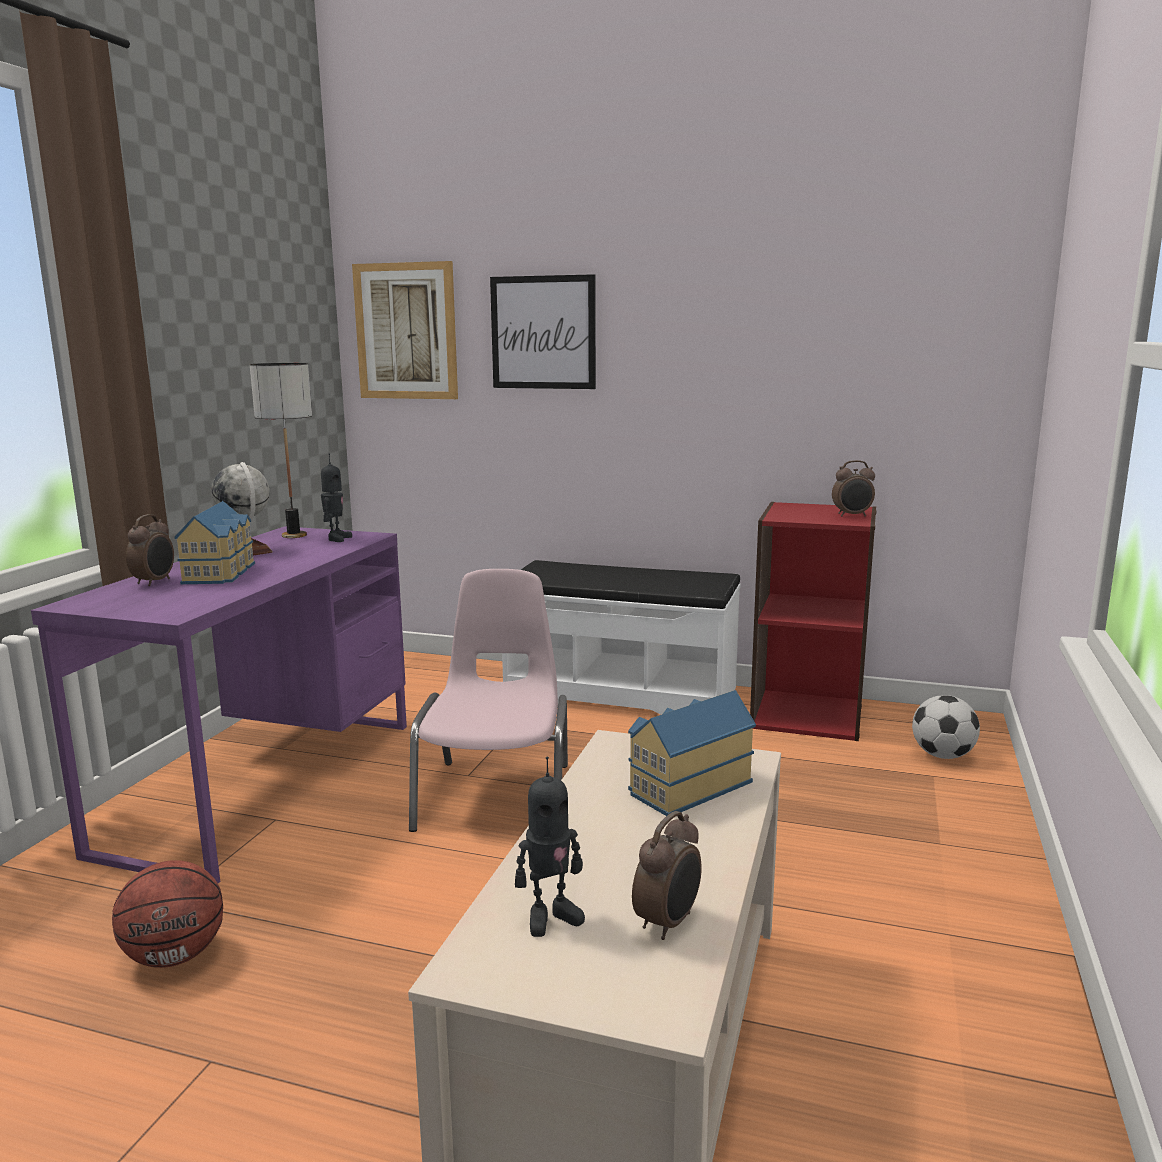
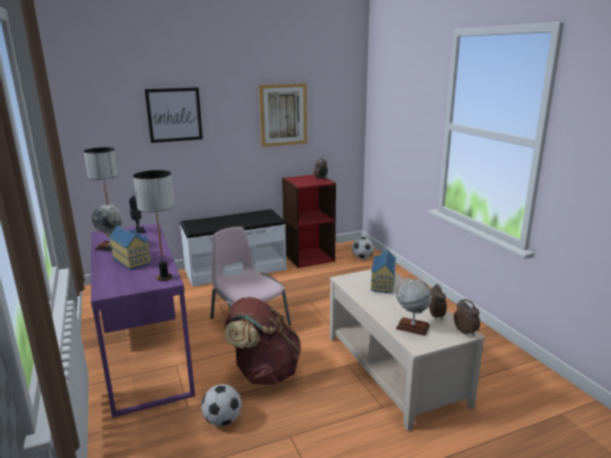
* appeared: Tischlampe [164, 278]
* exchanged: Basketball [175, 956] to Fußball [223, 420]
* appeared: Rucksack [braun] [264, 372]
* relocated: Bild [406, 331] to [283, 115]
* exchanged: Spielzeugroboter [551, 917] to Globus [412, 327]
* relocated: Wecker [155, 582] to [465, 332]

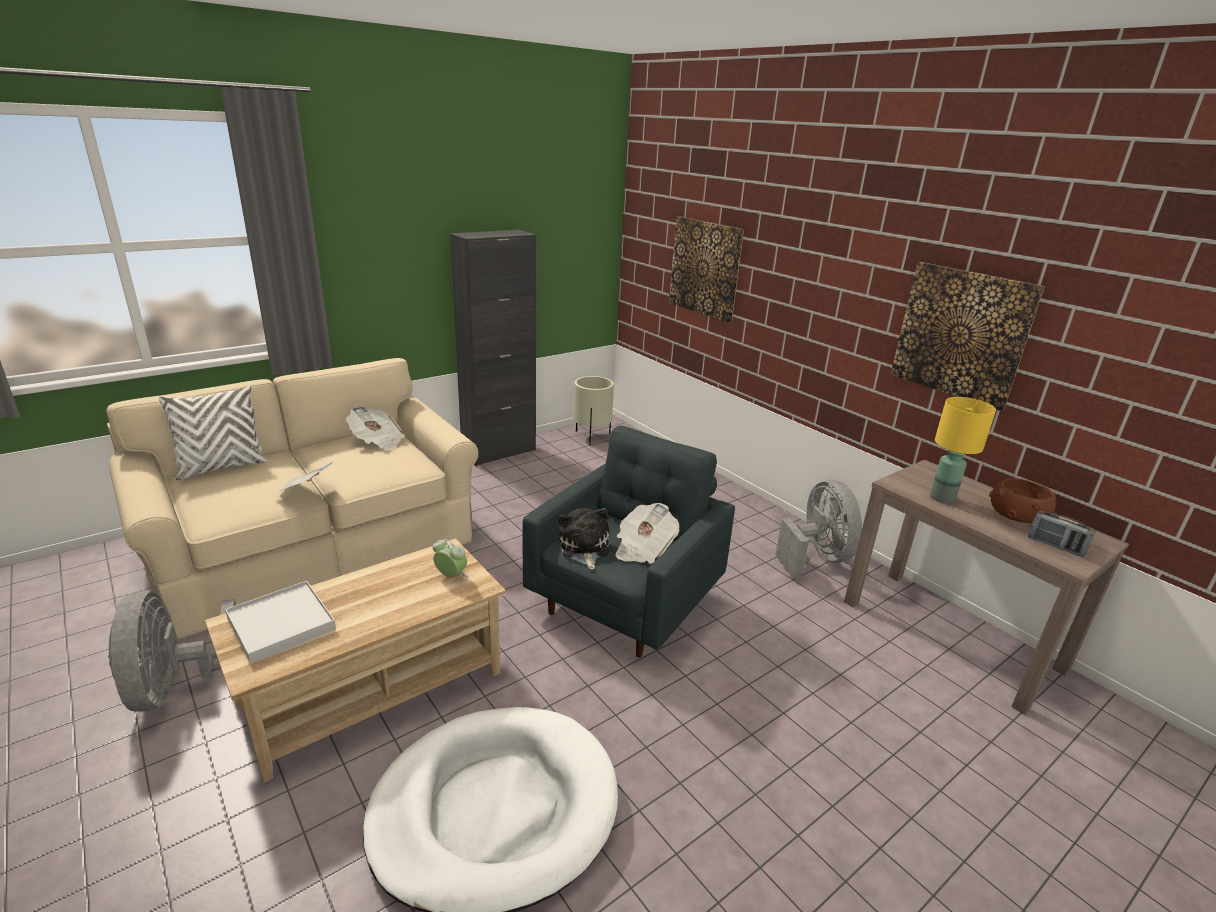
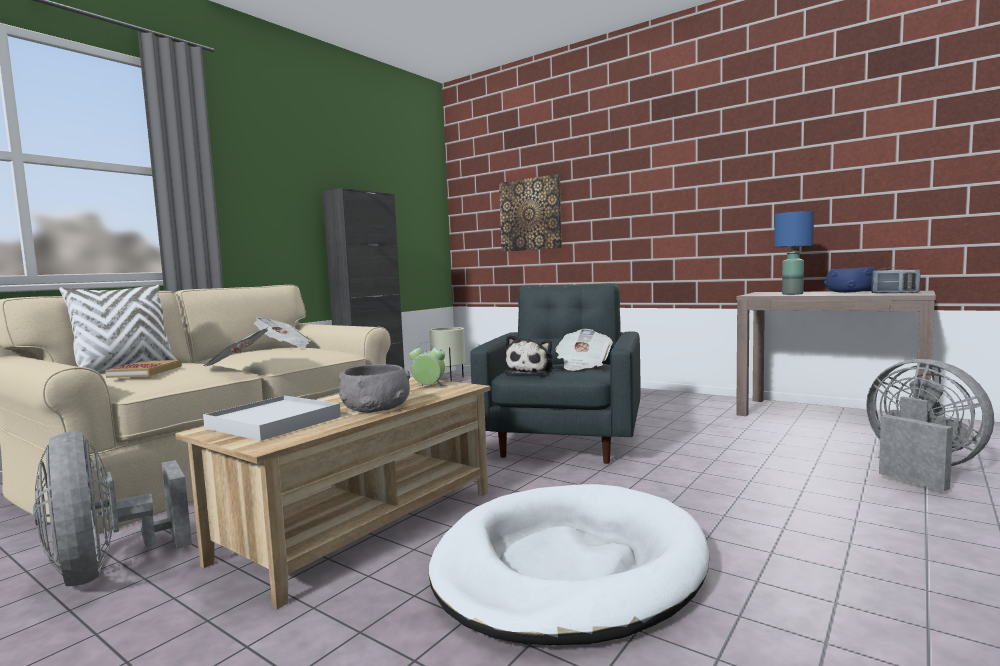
* appeared: Buch [145, 372]
* appeared: Schüssel [grau] [376, 407]
* spun: Plüschtier [584, 548] = [531, 371] 135 degrees counterclockwise
* colour: Tischlampe [gelb] [941, 498] to Tischlampe [blau] [792, 294]
* colour: Schüssel [braun] [1017, 515] to Schüssel [blau] [850, 292]
* relocated: Ventilator [grau] [816, 558] to [920, 468]
* missing: Bild [962, 334]

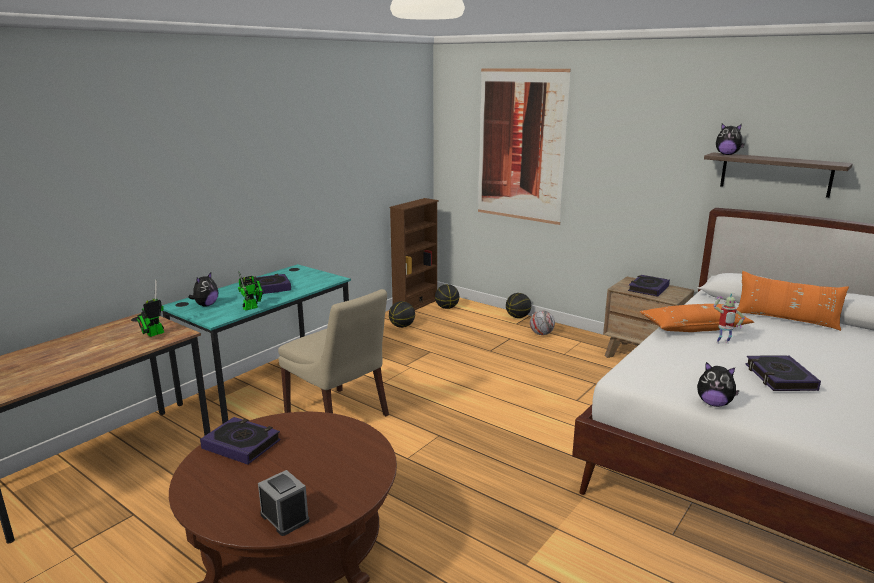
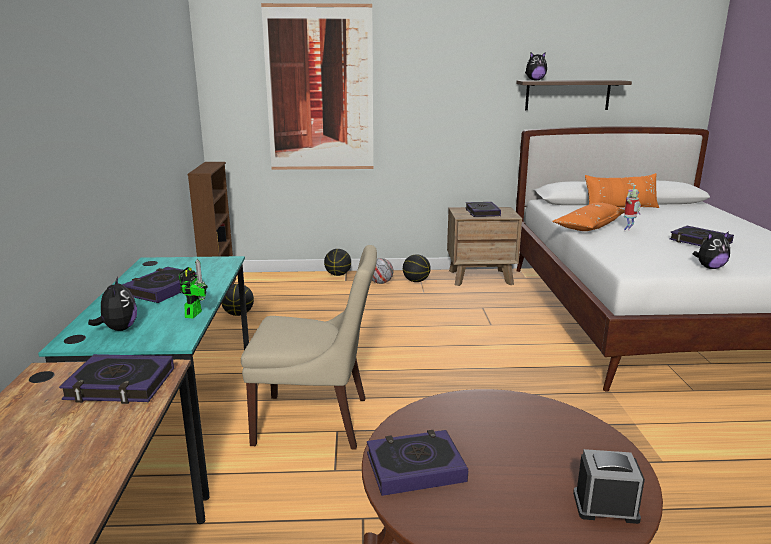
* exchanged: Spielzeugroboter [153, 334] to Buch [120, 385]
* relocated: Basketball [446, 308] to [416, 281]

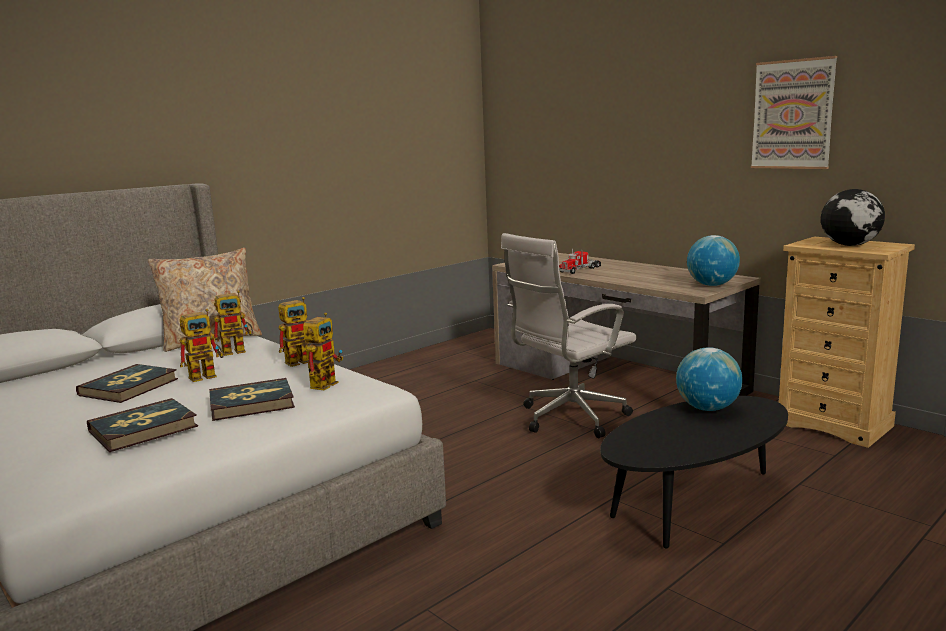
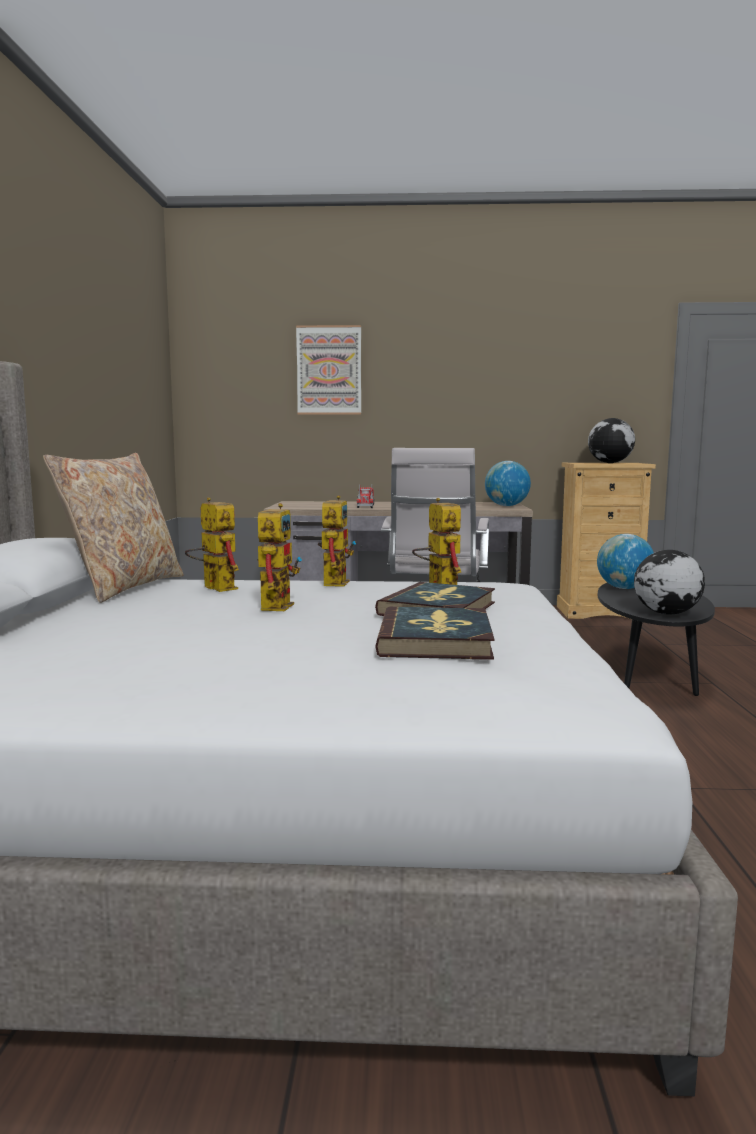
* spun: Spielzeugroboter [239, 350] = [213, 587] 60 degrees counterclockwise
* relocated: Bild [792, 114] to [329, 370]
* appeared: Globus [665, 613]
* missing: Buch [129, 387]

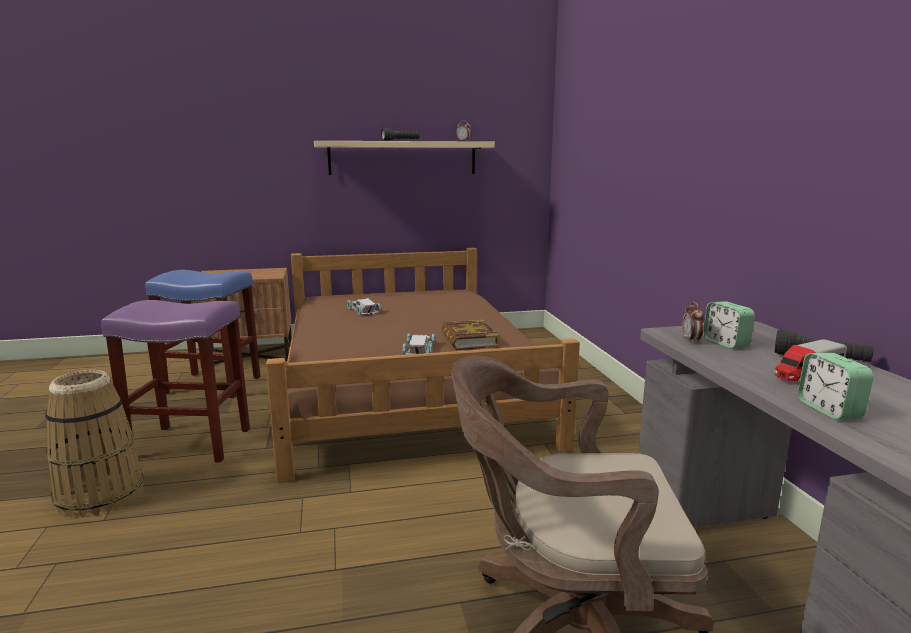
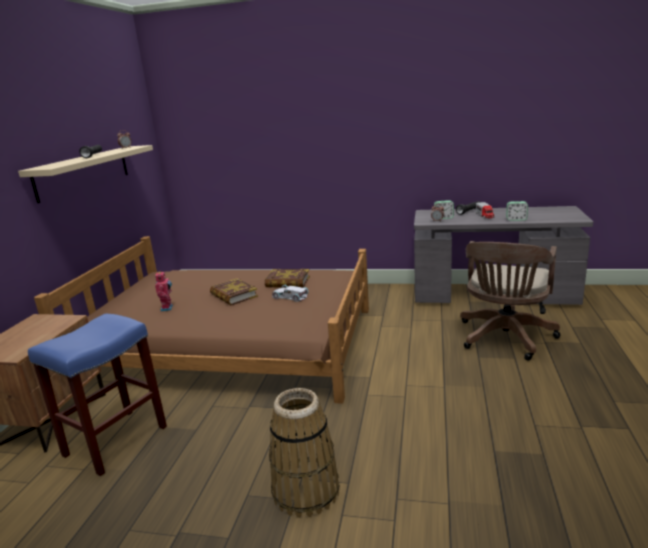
* exchanged: Spielzeugauto [weiß] [364, 310] to Spielzeugroboter [167, 308]
* appeared: Buch [233, 295]
* missing: Hocker [lila] [192, 443]

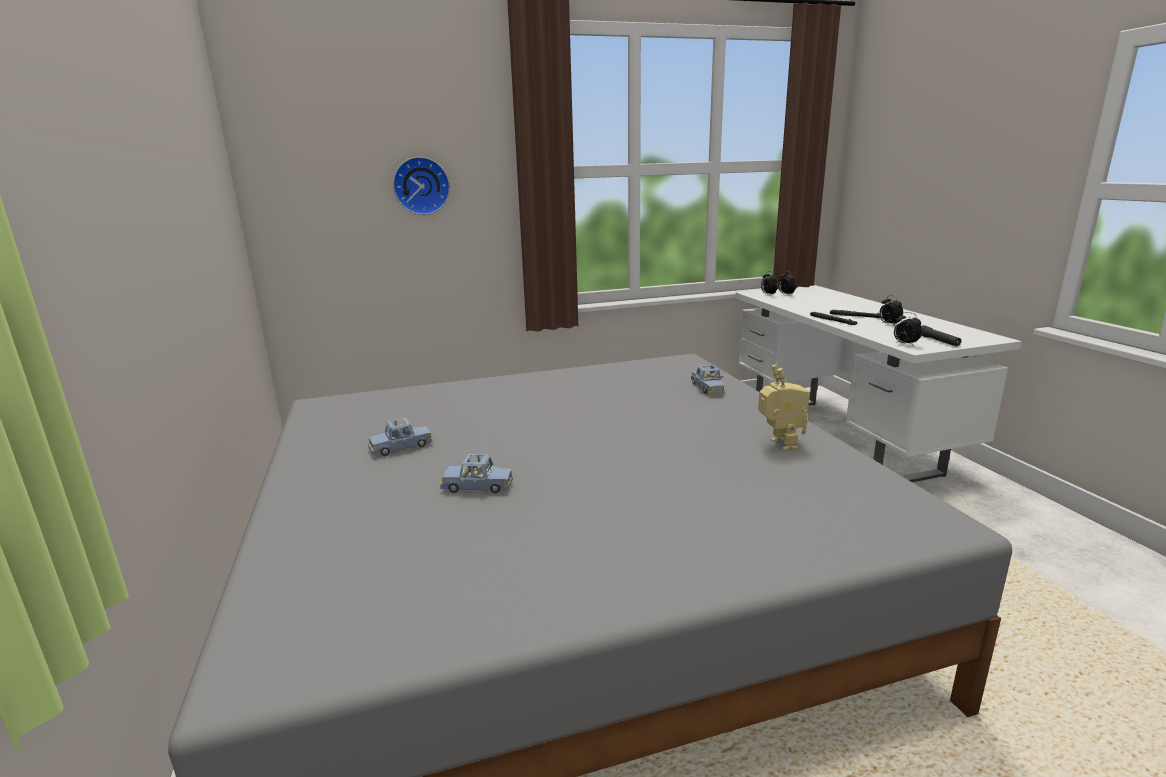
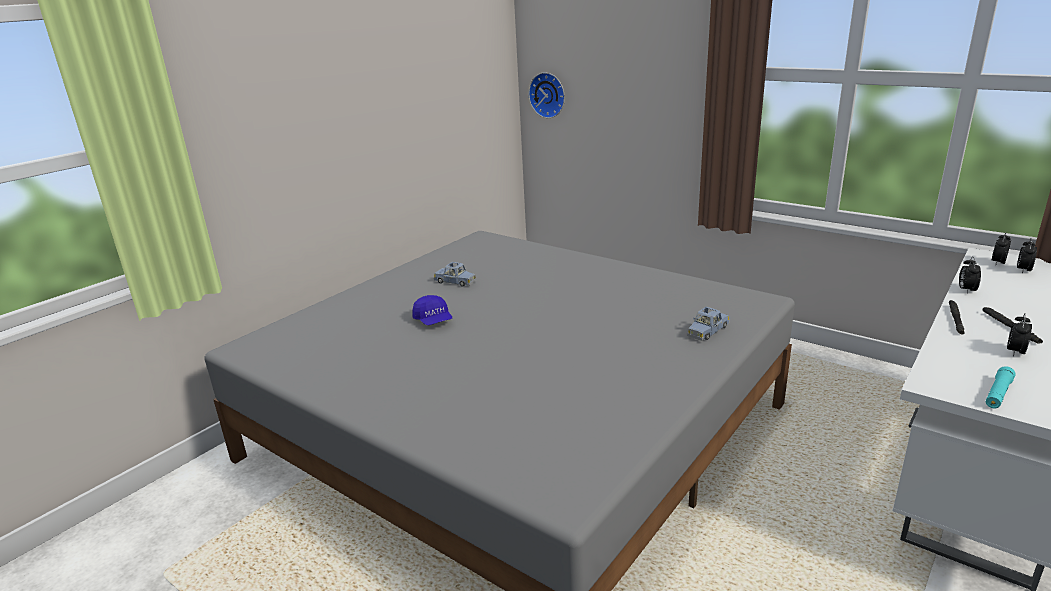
* exchanged: Spielzeugauto [blau] [477, 486] to Kappe [blau] [433, 321]
* relocated: Wanduhr [421, 186] to [548, 95]
* relocated: Wecker [904, 344] to [966, 290]
* colour: Taschenlampe [schwarz] [938, 341] to Taschenlampe [türkis] [998, 394]
* missing: Spielzeugroboter [779, 445]

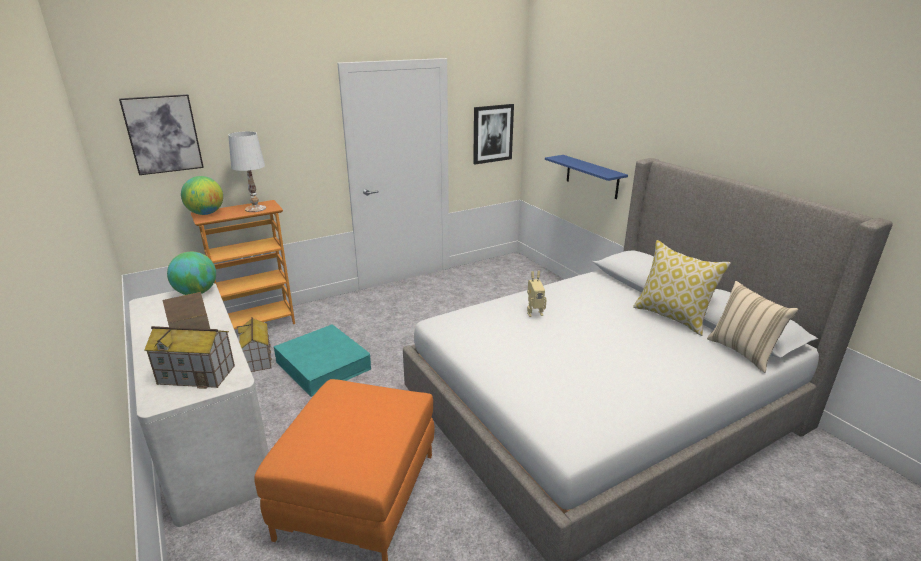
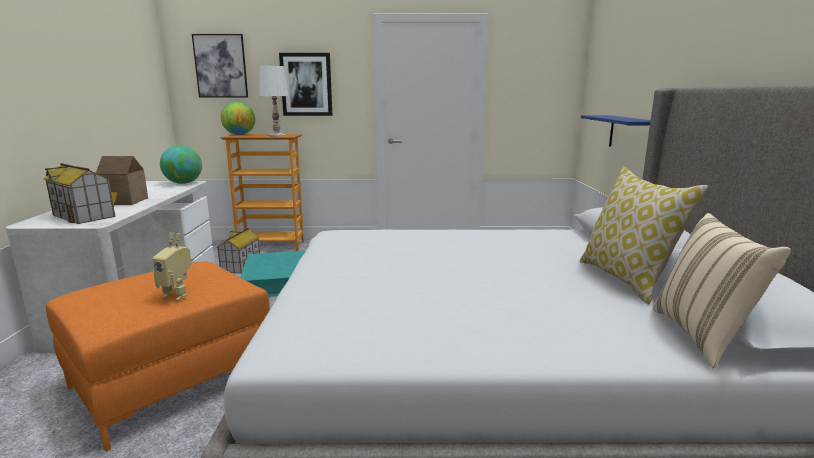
* relocated: Spielzeugroboter [534, 312] to [177, 295]
* relocated: Bild [492, 133] to [306, 84]

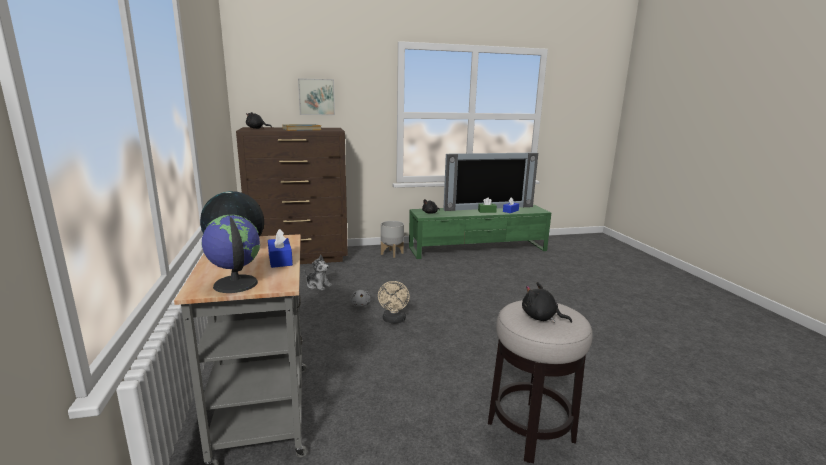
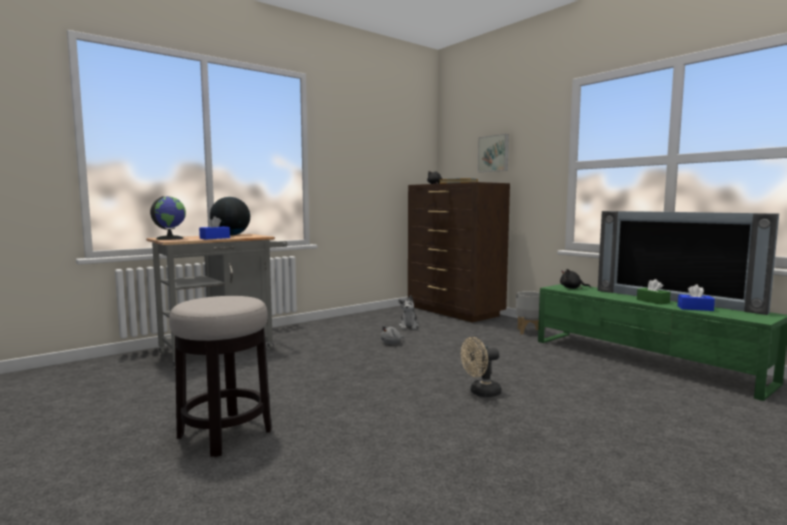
* relocated: Ventilator [beige] [394, 320] to [481, 393]
* missing: Plüschtier [schwarz] [541, 318]

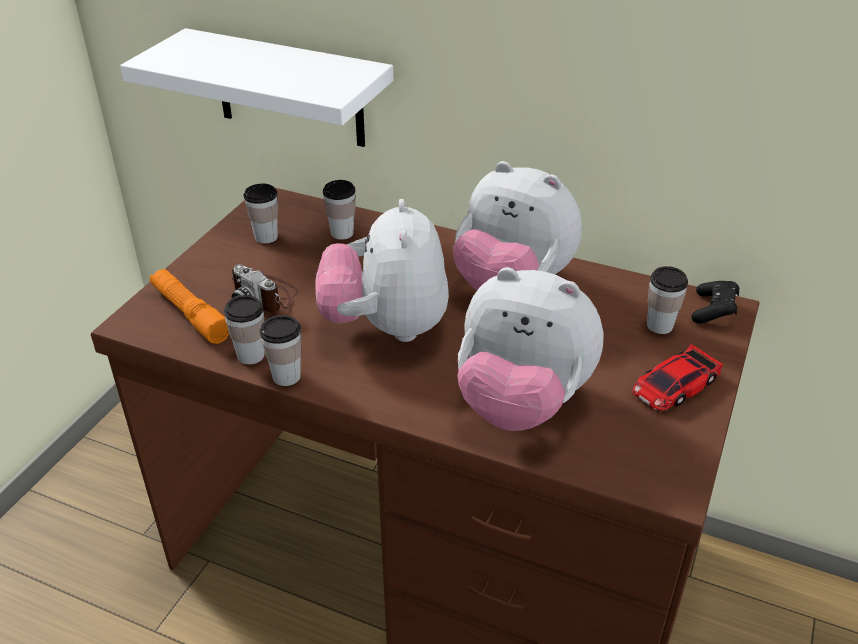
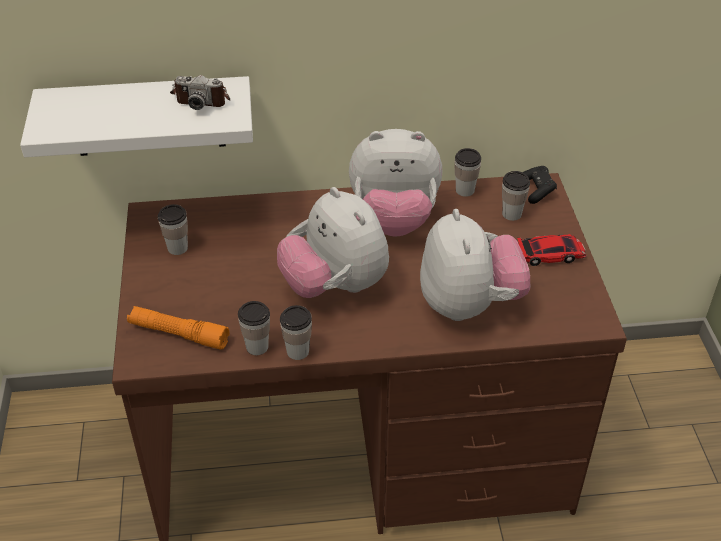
* relocated: Kamera [265, 296] to [202, 98]
* spun: Plüschtier [521, 403] = [469, 305] 90 degrees counterclockwise
* relocated: Tasse [342, 233] to [465, 190]
* spun: Spielzeugauto [675, 386] = [550, 253] 120 degrees counterclockwise

